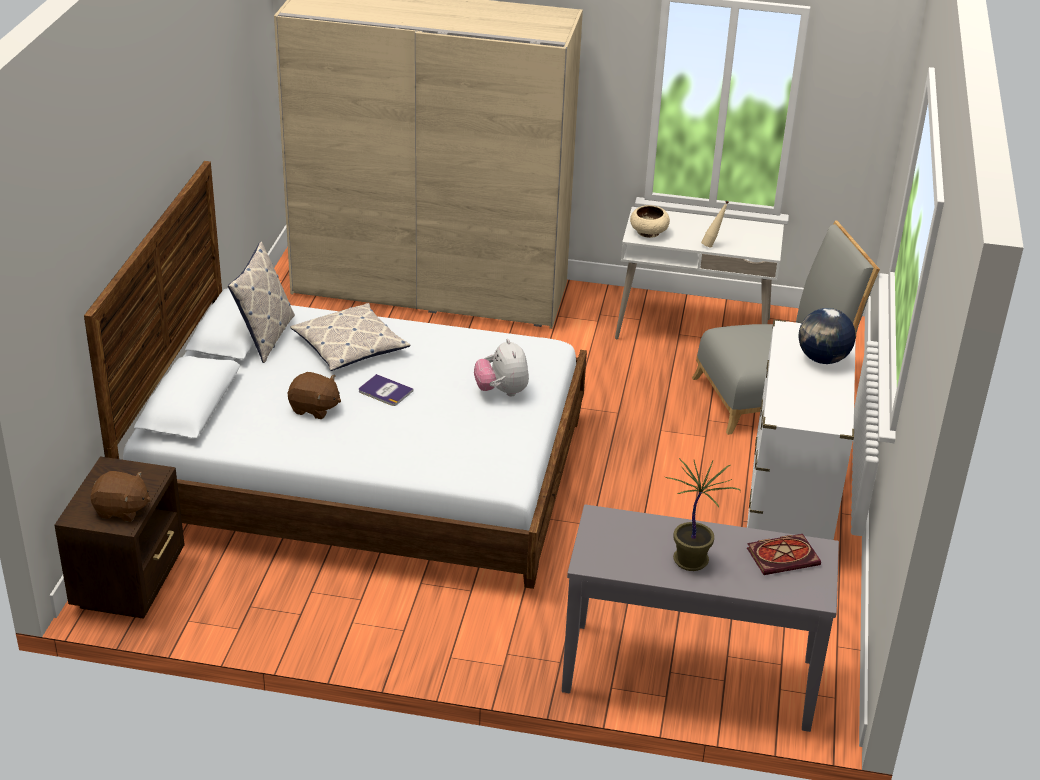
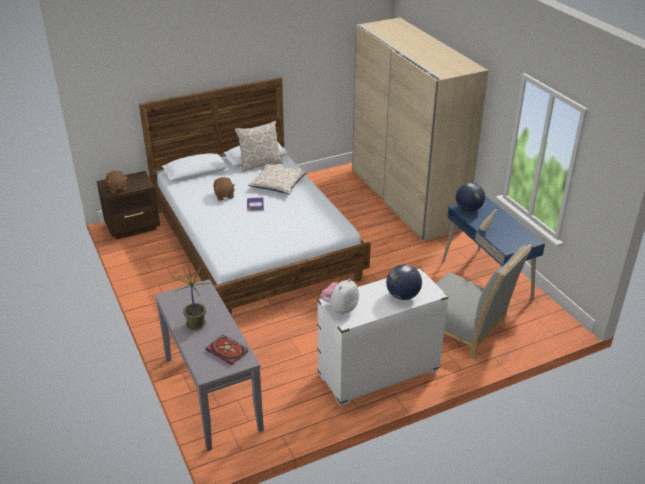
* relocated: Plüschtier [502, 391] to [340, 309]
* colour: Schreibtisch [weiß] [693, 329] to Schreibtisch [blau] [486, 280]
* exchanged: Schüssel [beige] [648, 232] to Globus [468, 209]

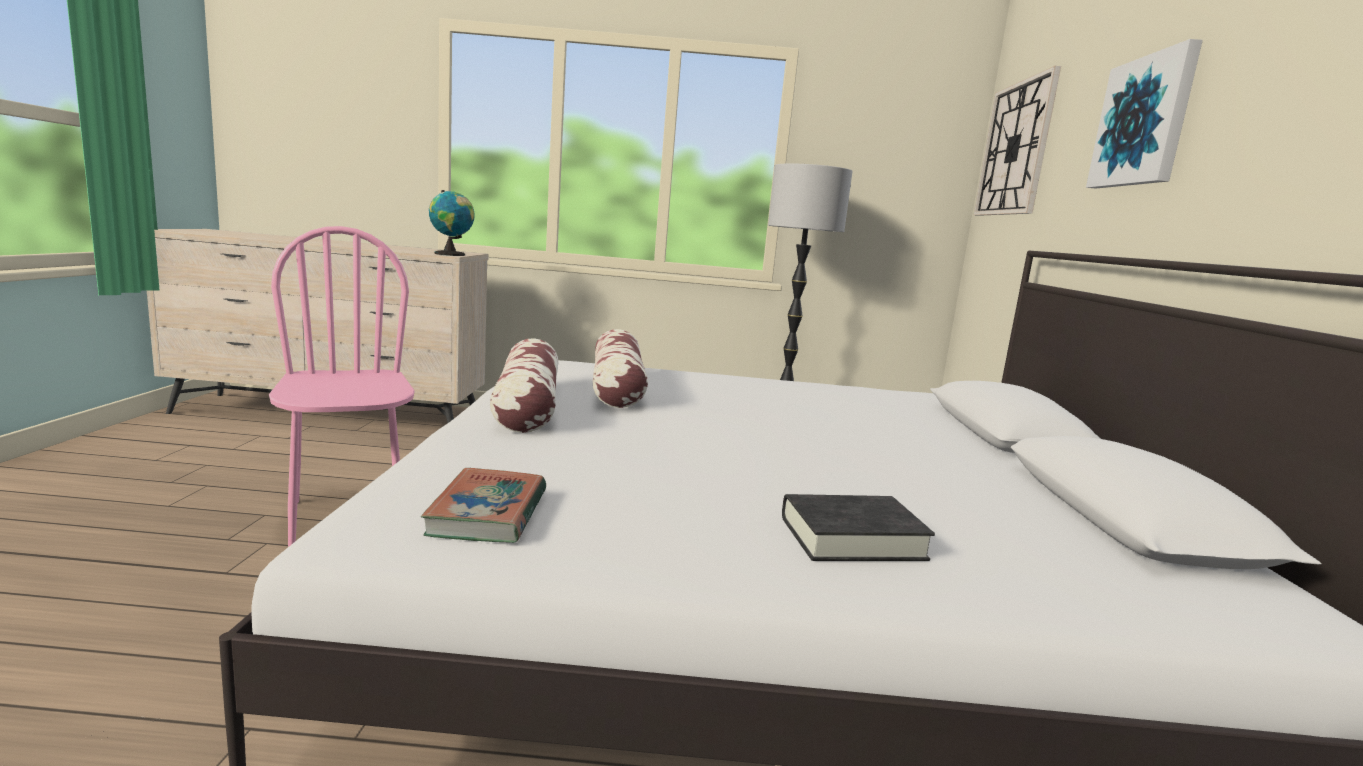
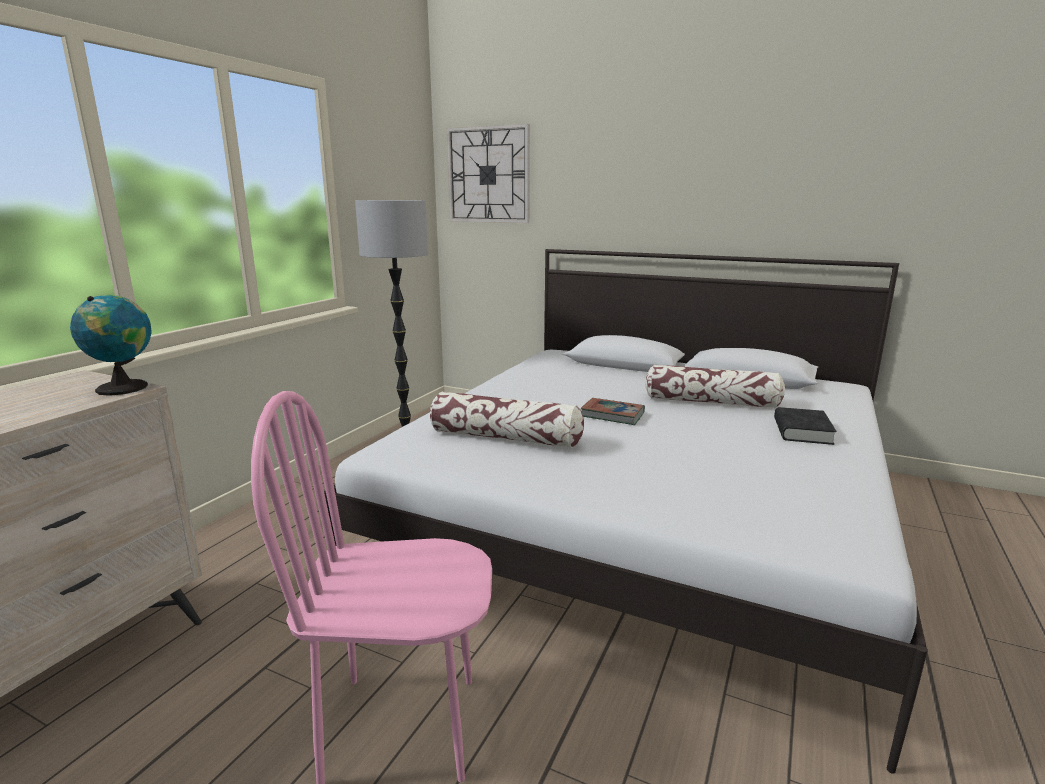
* relocated: Buch [488, 513] to [612, 415]
* relocated: Kissen [527, 405] to [711, 402]
* missing: Bild [1143, 122]

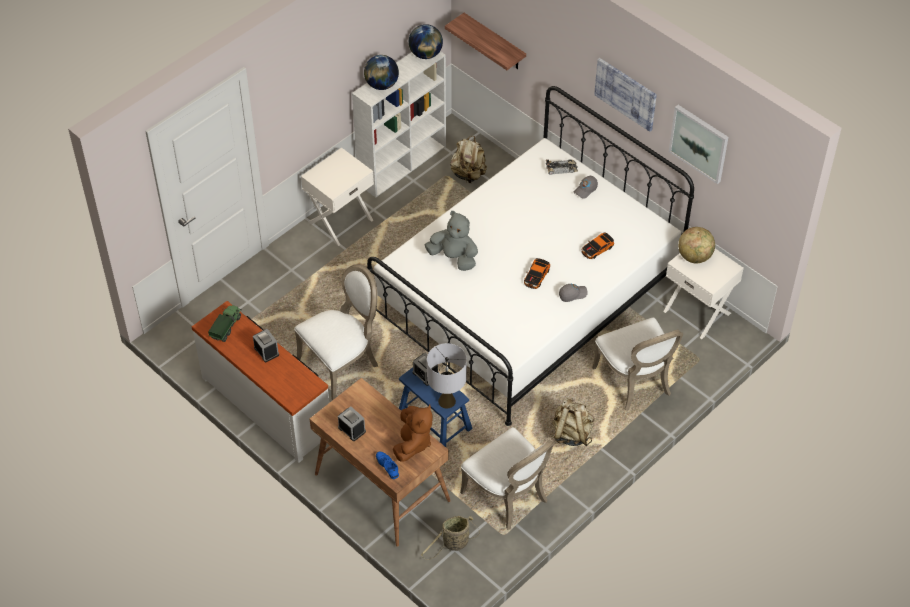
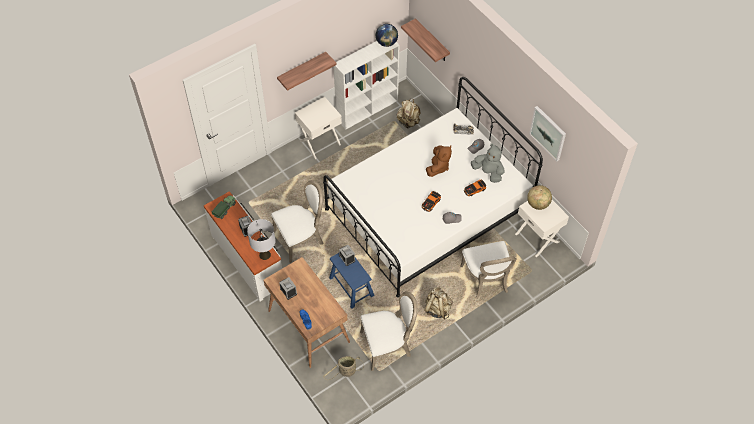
* relocated: Tischlampe [grau] [446, 401] to [264, 255]
* appeared: Wandregal [302, 70]
* spun: Stuhl [weiß] [508, 497] = [388, 345] 75 degrees counterclockwise
* relocated: Plüschtier [braun] [413, 443] to [438, 167]
* relocated: Plüschtier [grau] [454, 257] to [488, 172]
* missing: Globus [381, 85]
* missing: Bild [626, 93]

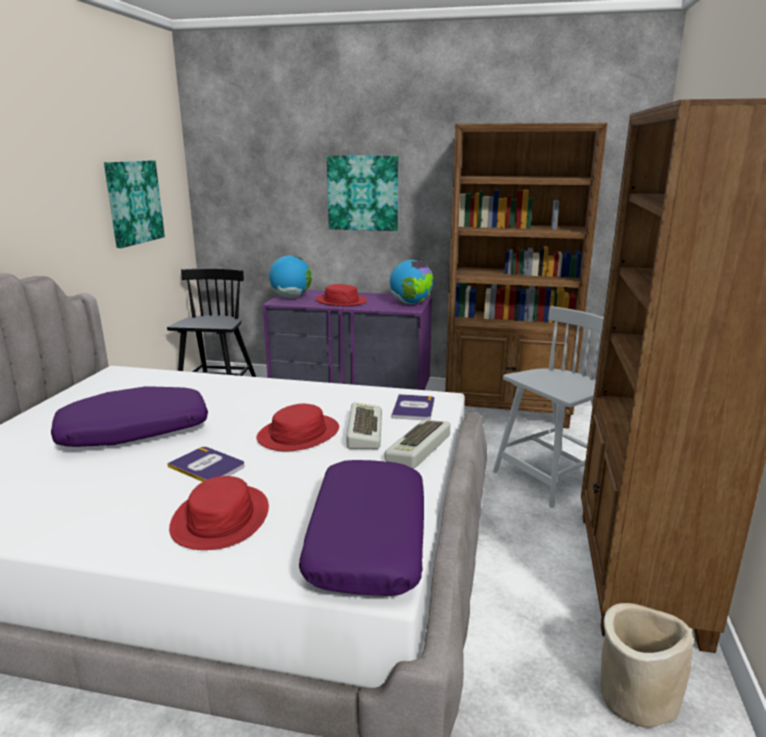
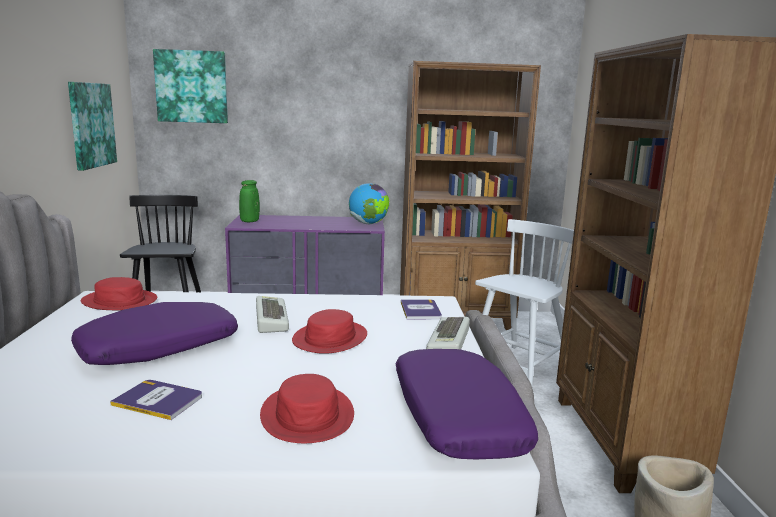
* relocated: Hut [rot] [341, 301] to [120, 301]
* relocated: Buch [207, 466] to [158, 400]
* relocated: Bild [363, 193] to [191, 86]
* exchanged: Globus [291, 297] to Vase [grün] [249, 221]
* relocated: Tastatur [363, 431] to [269, 319]

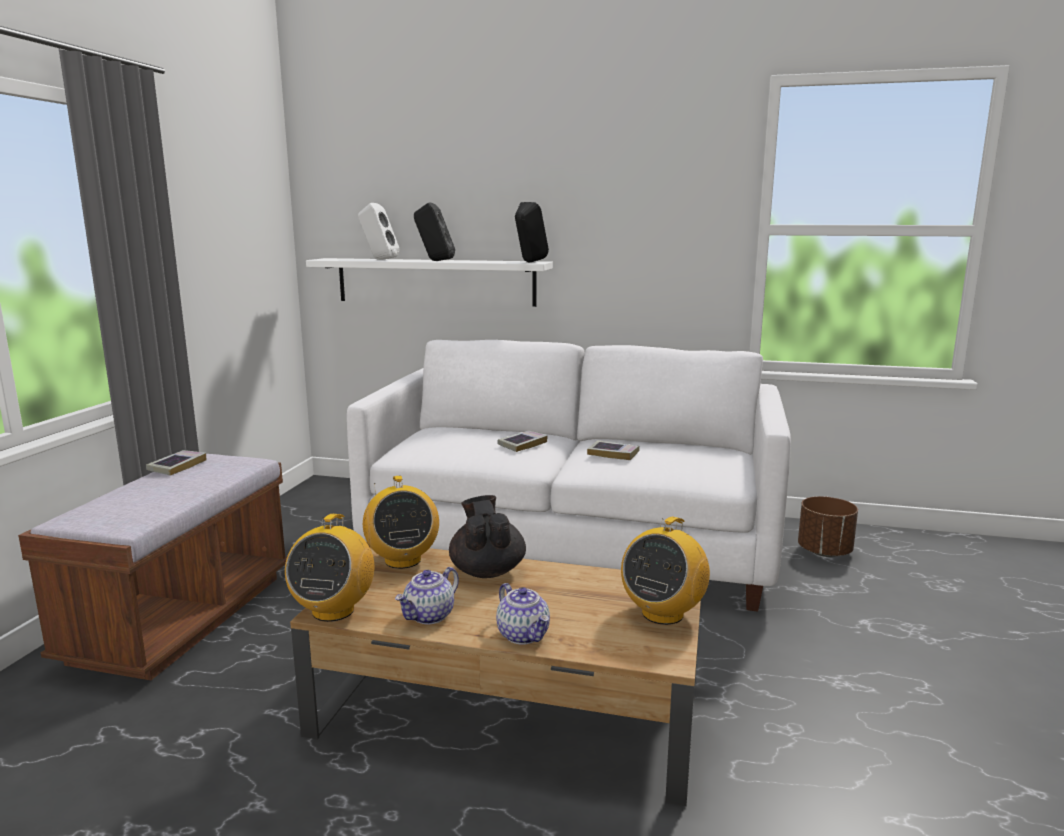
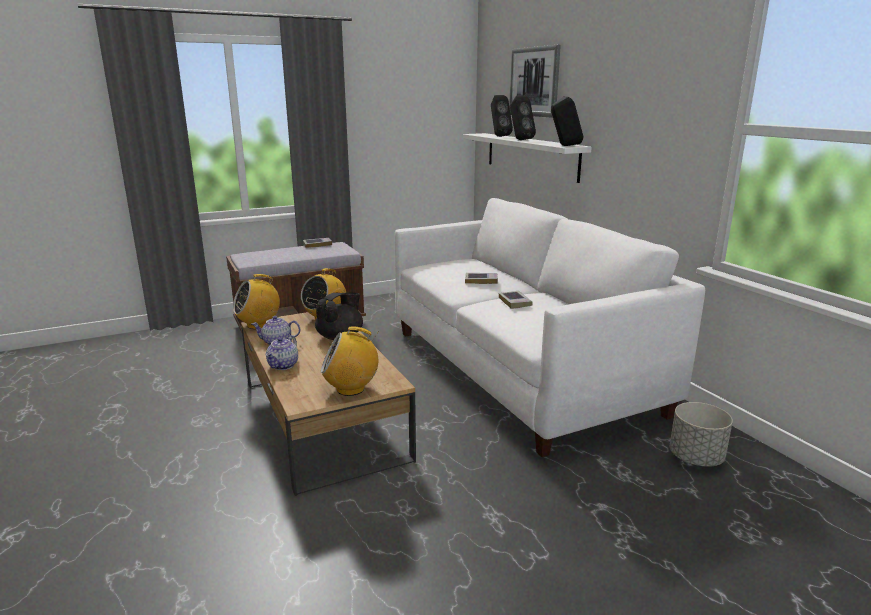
* colour: Lautsprecher [weiß] [379, 259] to Lautsprecher [schwarz] [498, 136]
* appeared: Bild [534, 82]
* colour: Pflanzkübel [braun] [825, 552] to Pflanzkübel [grau] [696, 458]

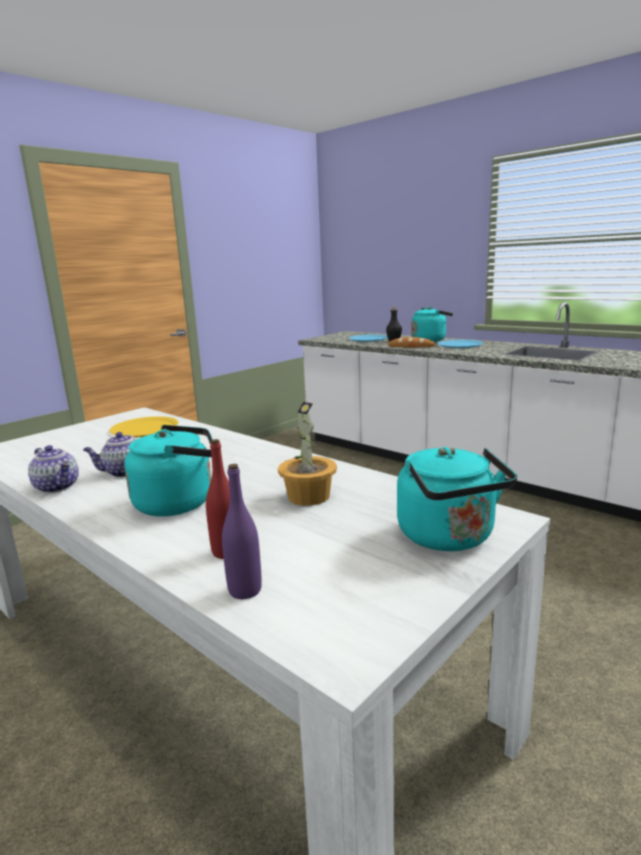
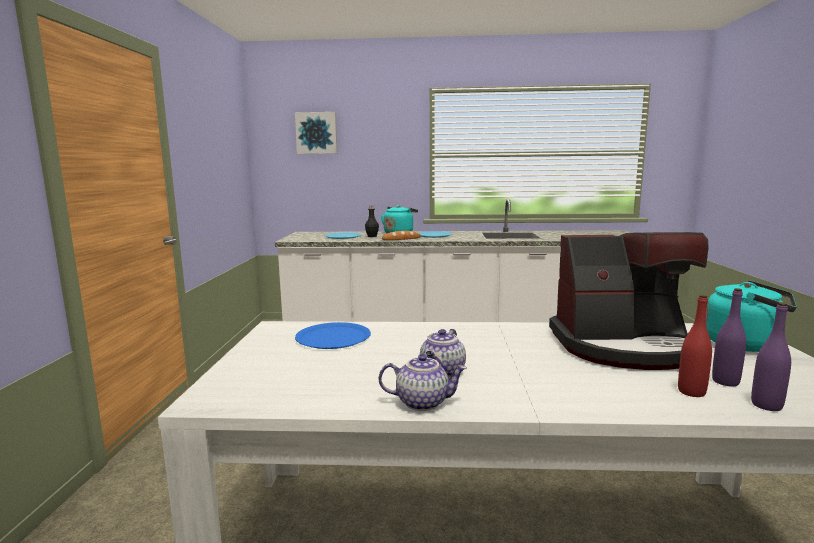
* appeared: Bild [316, 133]
* colour: Teller [gelb] [144, 428] to Teller [blau] [333, 337]
* exchanged: Topfpflanze [309, 496] to Kaffeemaschine [622, 347]
* appeared: Flasche [lila] [725, 382]
* missing: Wasserkessel [türkis] [179, 502]

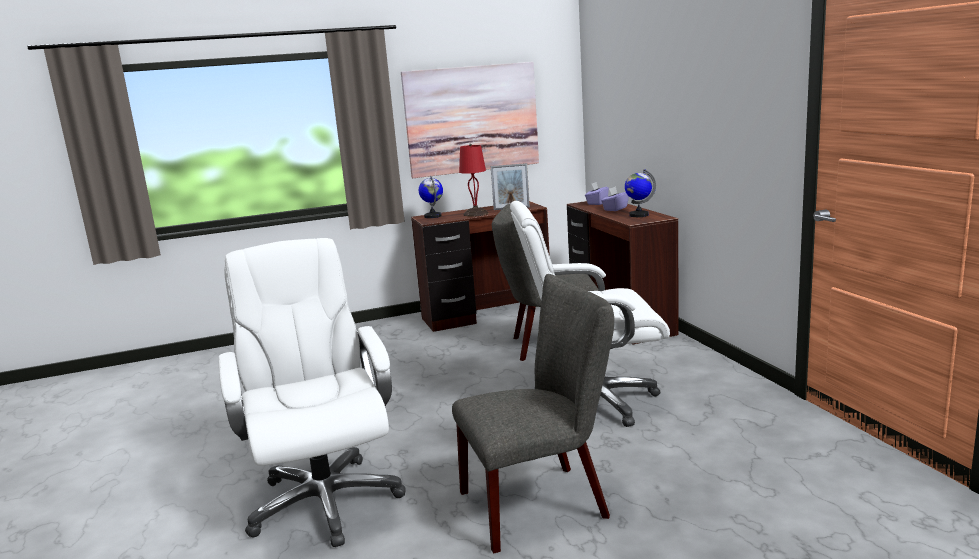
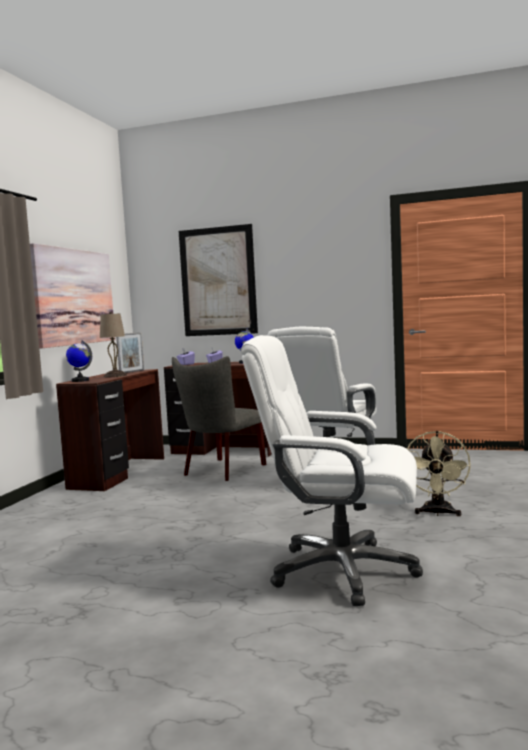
* colour: Tischlampe [rot] [475, 214] to Tischlampe [beige] [114, 376]
* appeared: Bild [218, 281]
* exchanged: Stuhl [grau] [542, 503] to Ventilator [beige] [437, 513]

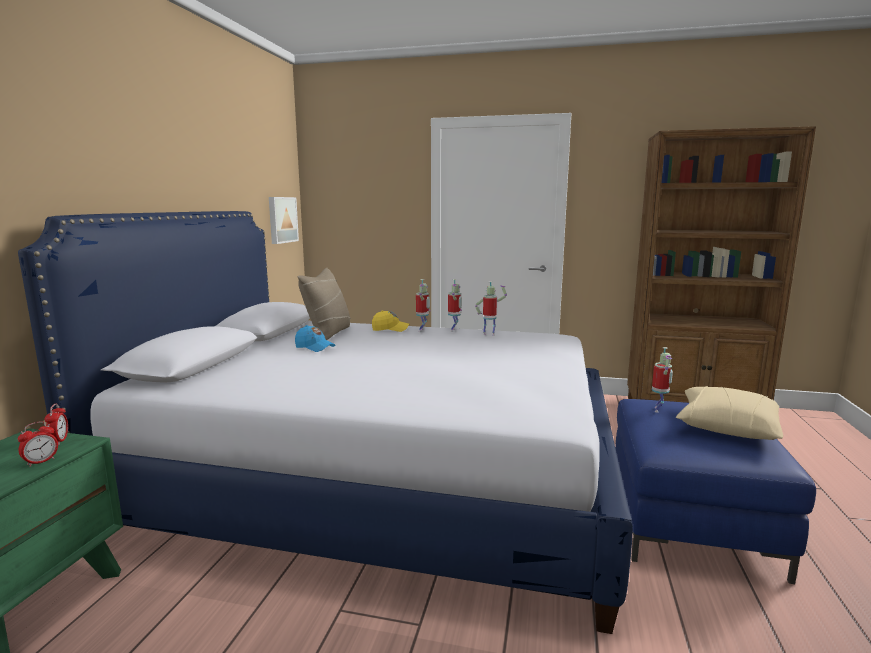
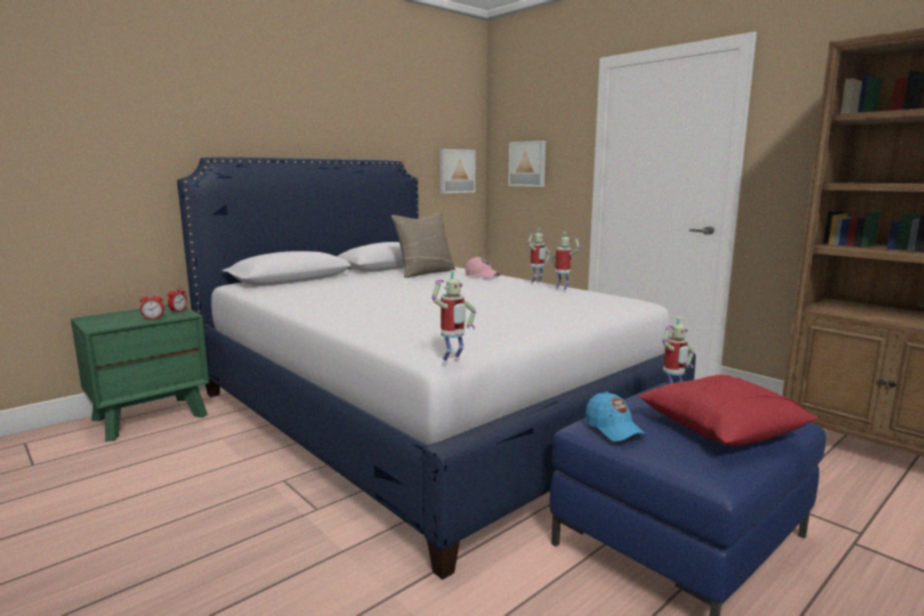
* relocated: Spielzeugroboter [422, 330] to [452, 362]
* colour: Kappe [gelb] [390, 329] to Kappe [rosa] [482, 276]
* appeared: Bild [528, 164]
* relocated: Kappe [blau] [314, 347] to [613, 429]
* colour: Kissen [beige] [726, 427] to Kissen [rot] [720, 428]

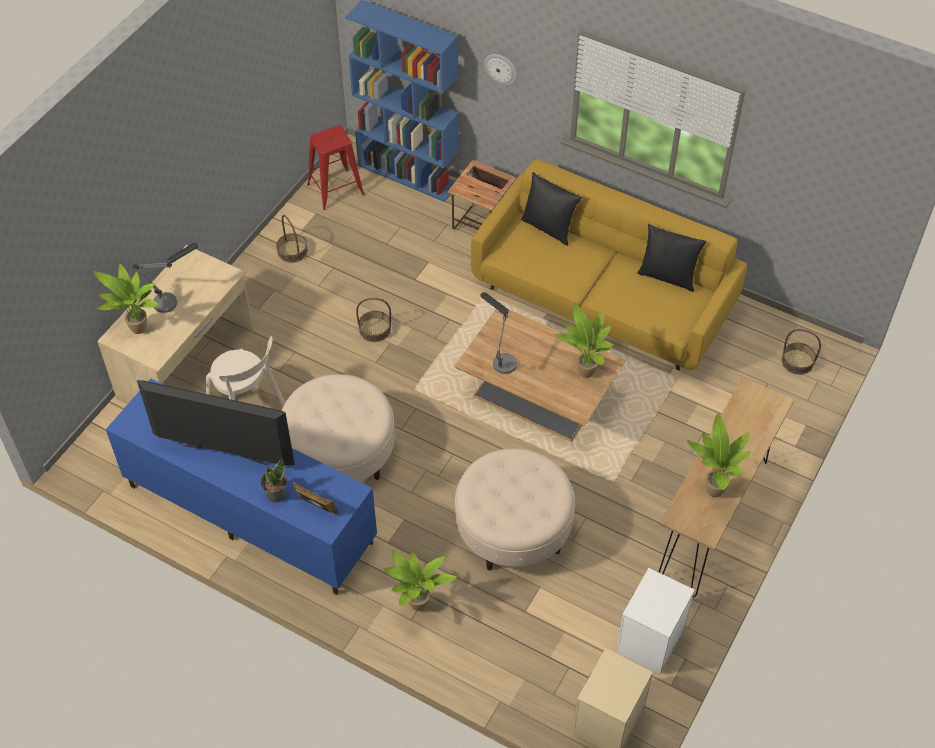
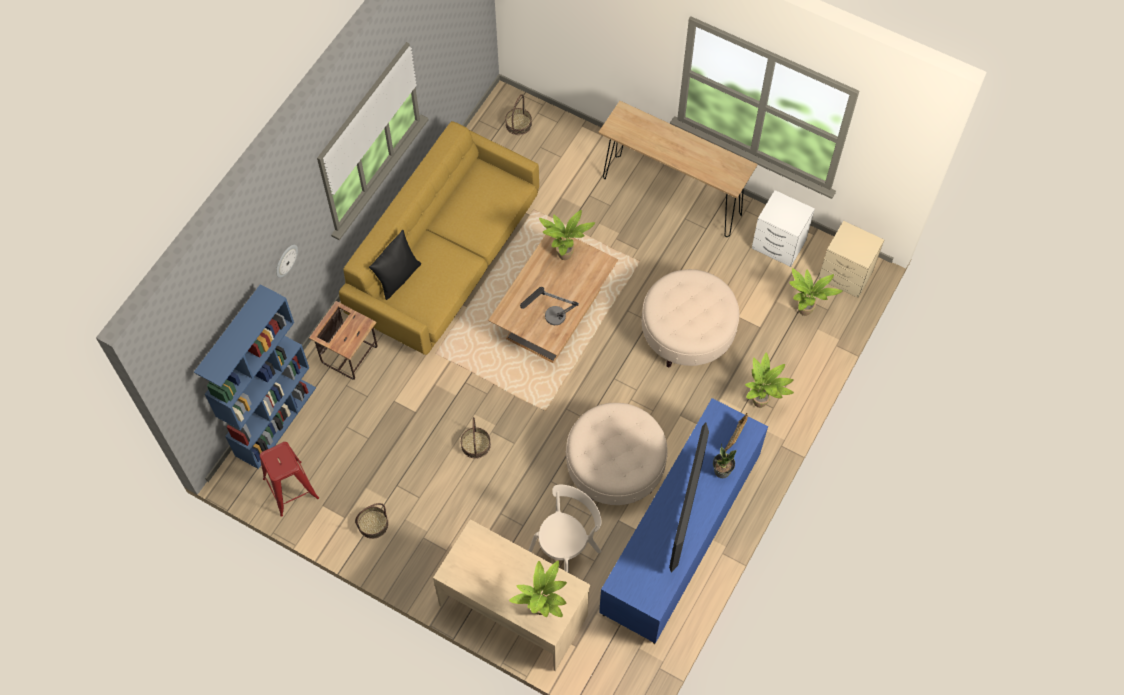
* relocated: Topfpflanze [711, 491] to [804, 313]
* missing: Tischlampe [172, 300]
* missing: Kissen [schwarz] [667, 276]

